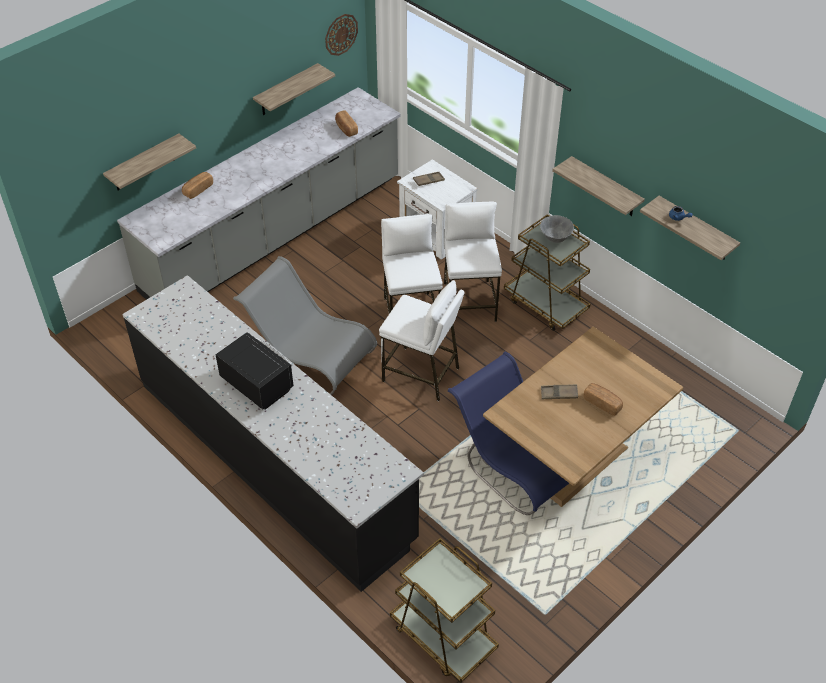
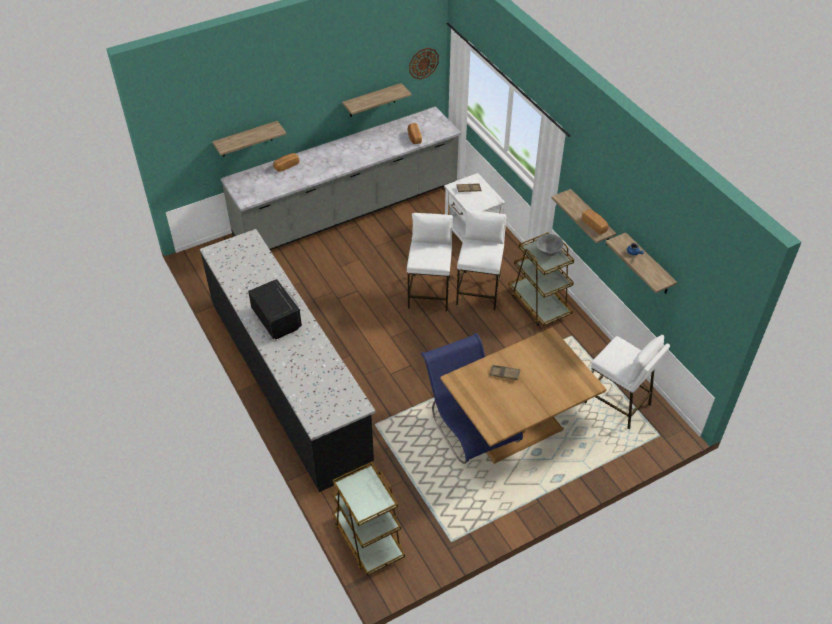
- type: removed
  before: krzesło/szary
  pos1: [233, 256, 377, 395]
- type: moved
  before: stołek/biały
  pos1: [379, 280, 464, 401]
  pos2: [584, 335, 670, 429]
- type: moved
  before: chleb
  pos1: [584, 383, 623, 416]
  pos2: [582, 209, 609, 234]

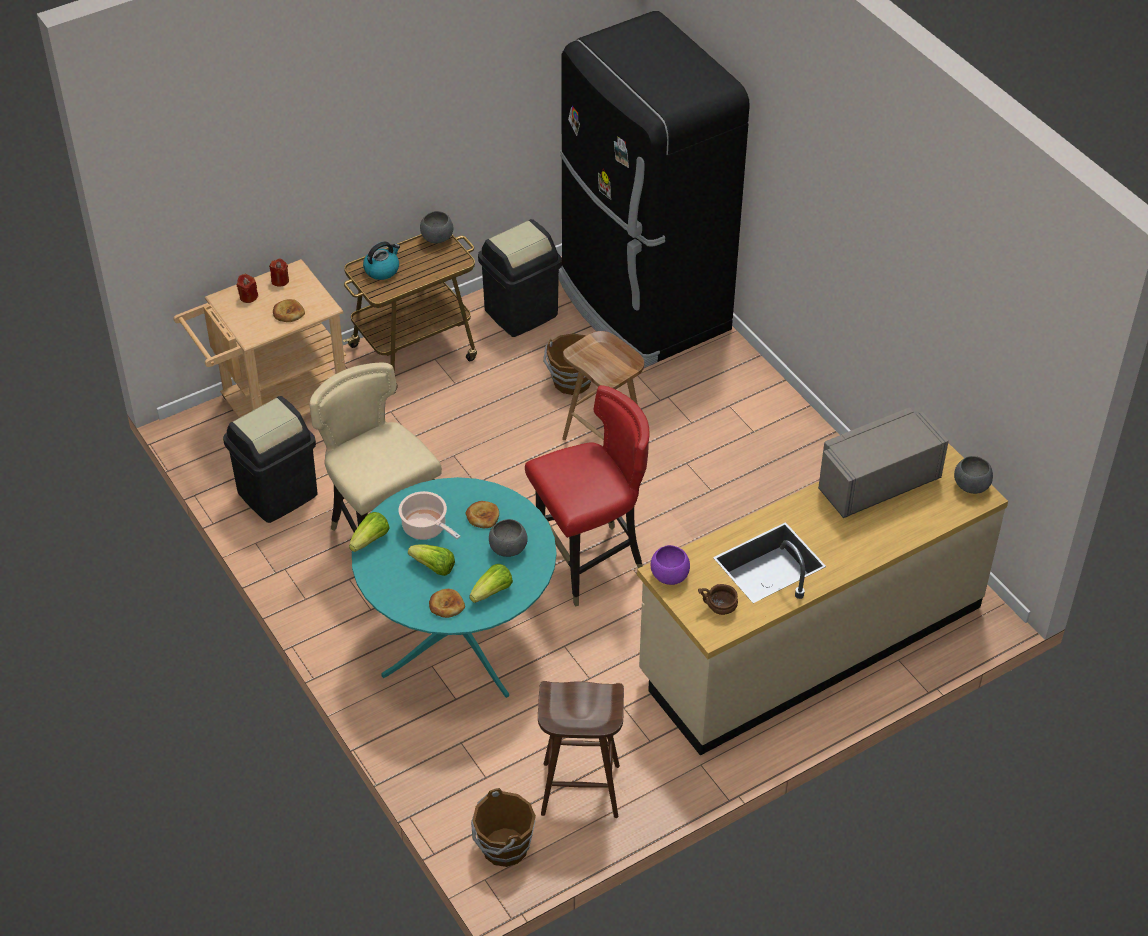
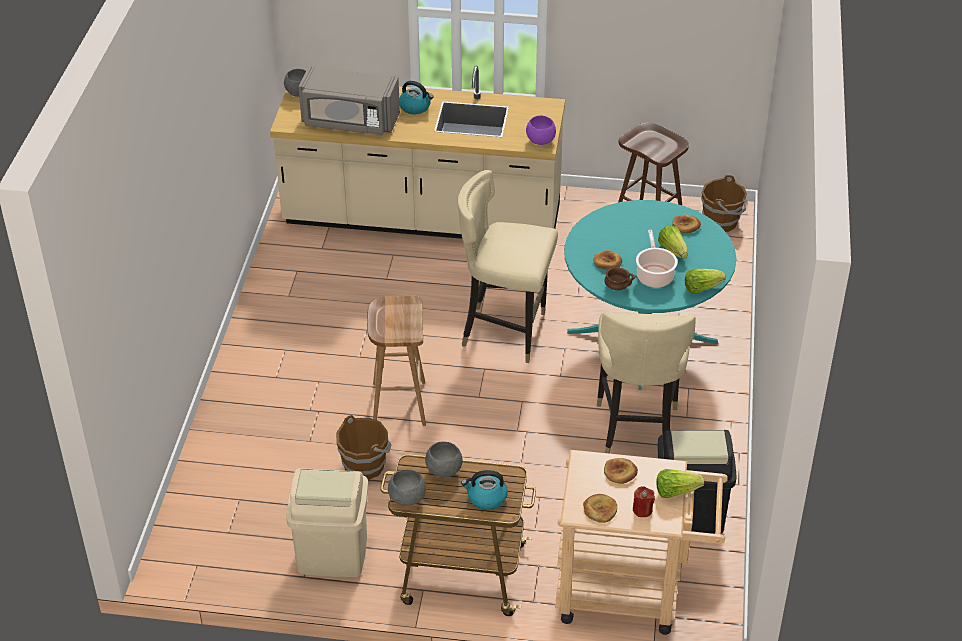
- type: replaced
  before: świeca/czerwony
  after: chleb
  pos1: [269, 259, 289, 287]
  pos2: [583, 494, 617, 523]
- type: moved
  before: sałata
  pos1: [469, 564, 513, 603]
  pos2: [656, 469, 704, 498]
- type: recoloured
  before: kosz na śmieci/czarny
  after: kosz na śmieci/beżowy
  pos1: [478, 219, 562, 337]
  pos2: [286, 468, 368, 577]
- type: moved
  before: miska/szary
  pos1: [489, 519, 528, 557]
  pos2: [425, 441, 462, 477]
- type: recoloured
  before: krzesło/czerwony
  after: krzesło/beżowy
  pos1: [525, 385, 649, 607]
  pos2: [457, 170, 558, 363]
- type: removed
  before: lodówka/czarny
  pos1: [559, 11, 750, 368]
- type: moved
  before: miska/brązowy
  pos1: [698, 584, 738, 615]
  pos2: [604, 267, 636, 290]
- type: added
  after: czajnik
  pos2: [399, 81, 434, 114]

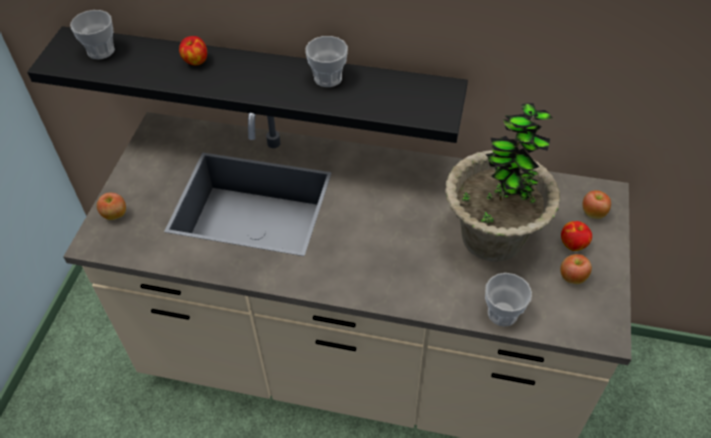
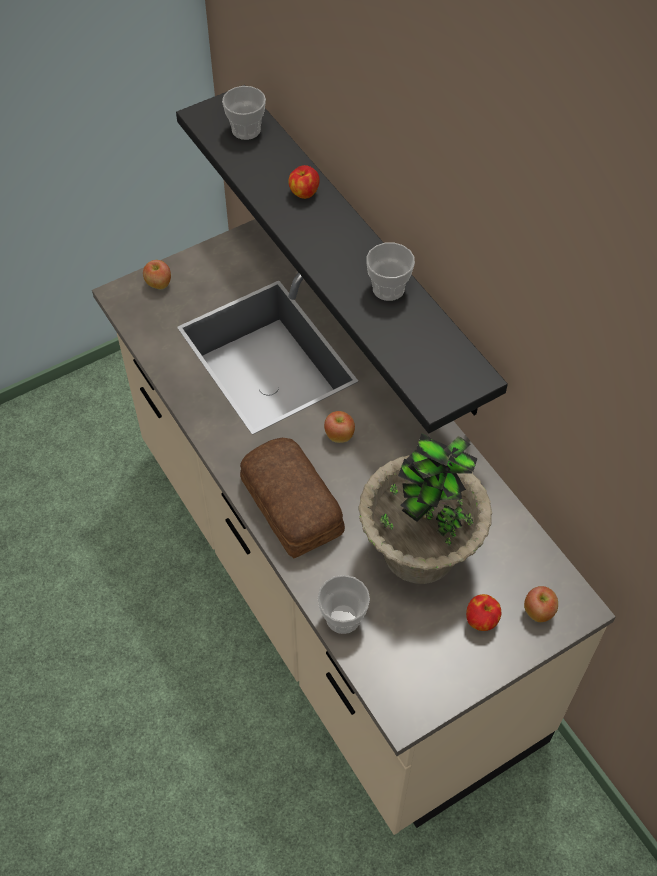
- type: moved
  before: jabłko
  pos1: [560, 254, 592, 284]
  pos2: [324, 411, 355, 443]
- type: added
  after: chleb
  pos2: [240, 438, 345, 558]

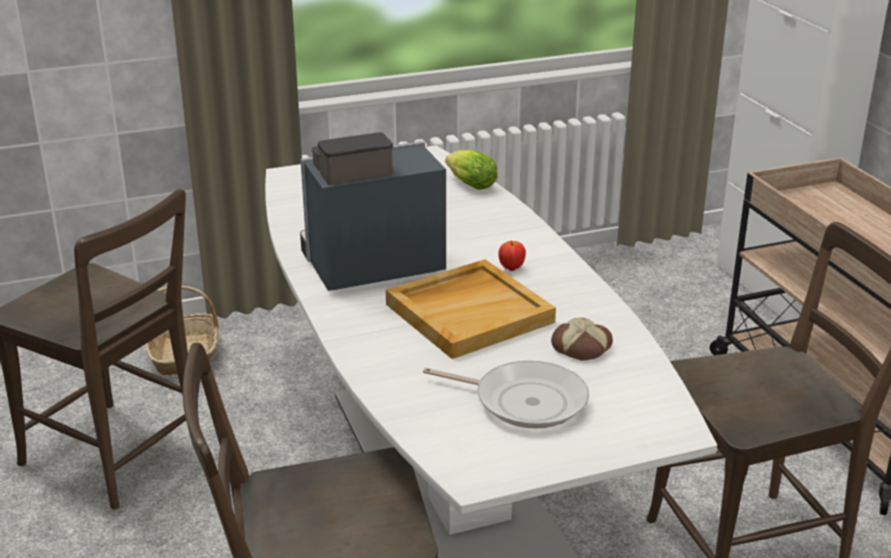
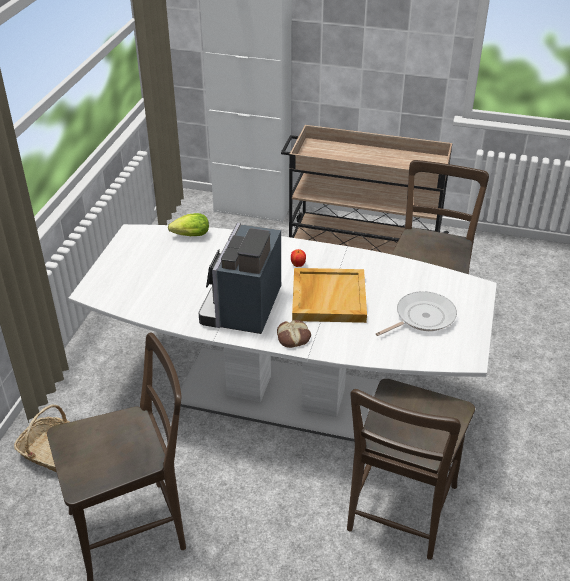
- type: moved
  before: chleb
  pos1: [551, 318, 613, 361]
  pos2: [277, 320, 311, 348]

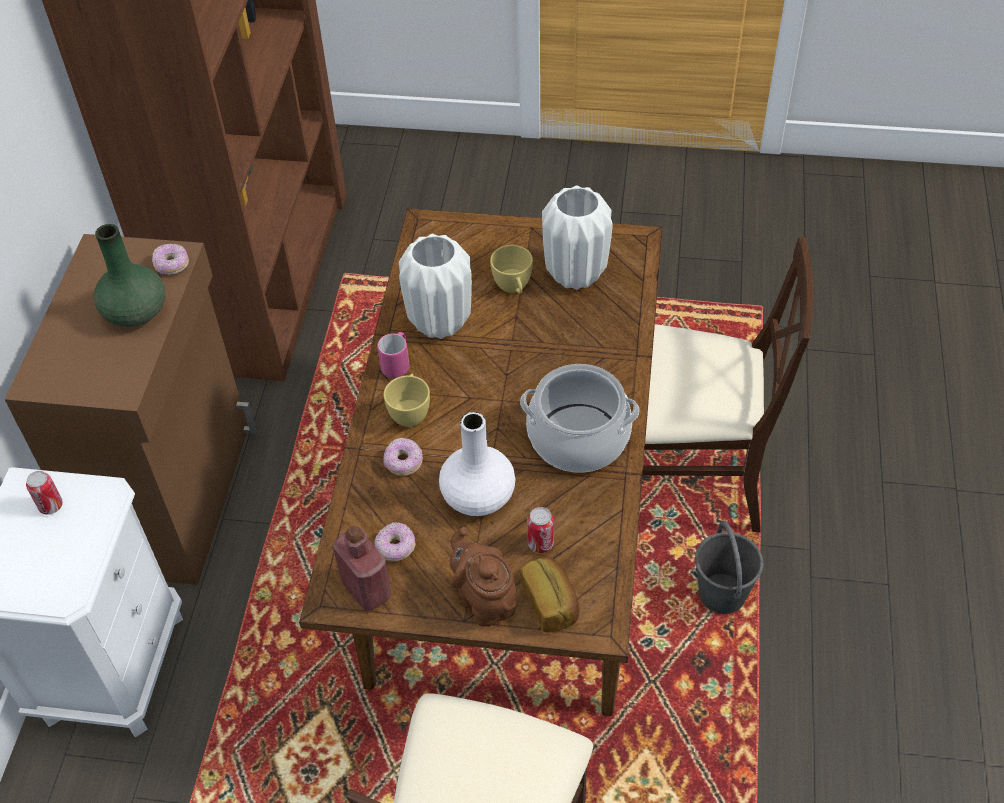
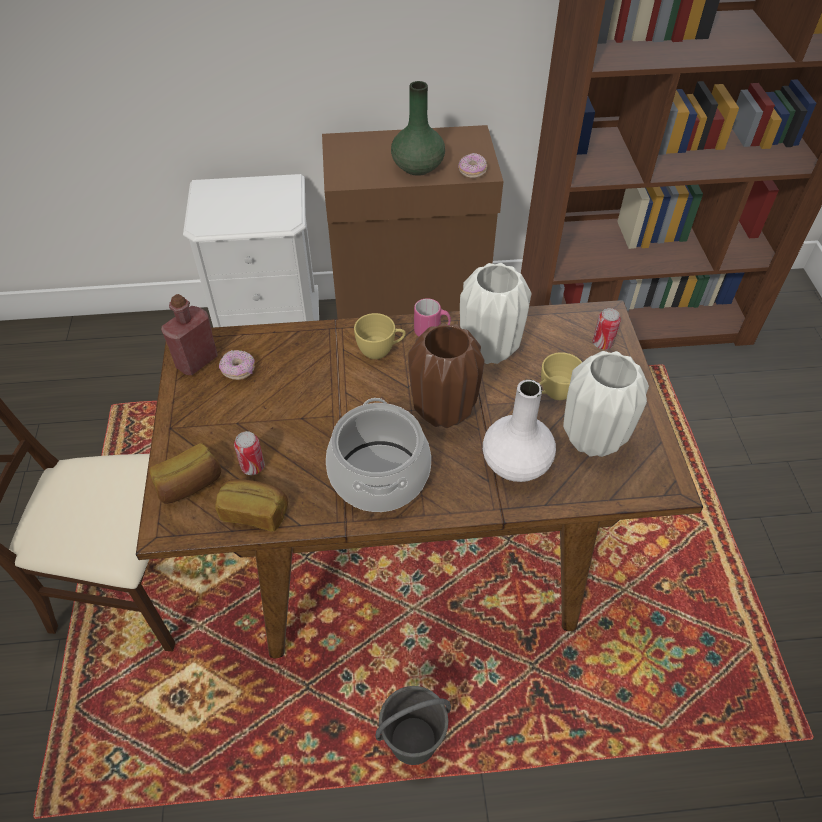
- type: moved
  before: puszka
  pos1: [26, 471, 63, 515]
  pos2: [593, 308, 621, 349]
- type: removed
  before: donut
  pos1: [383, 438, 423, 476]
- type: moved
  before: wazon/biały
  pos1: [439, 412, 515, 516]
  pos2: [483, 379, 556, 482]
- type: removed
  before: imbryk/brązowy
  pos1: [450, 527, 516, 627]
- type: removed
  before: krzesło/beżowy
  pos1: [643, 236, 814, 532]
- type: added
  after: chleb
  pos2: [215, 479, 288, 532]
- type: added
  after: wazon/brązowy
  pos2: [408, 323, 485, 428]

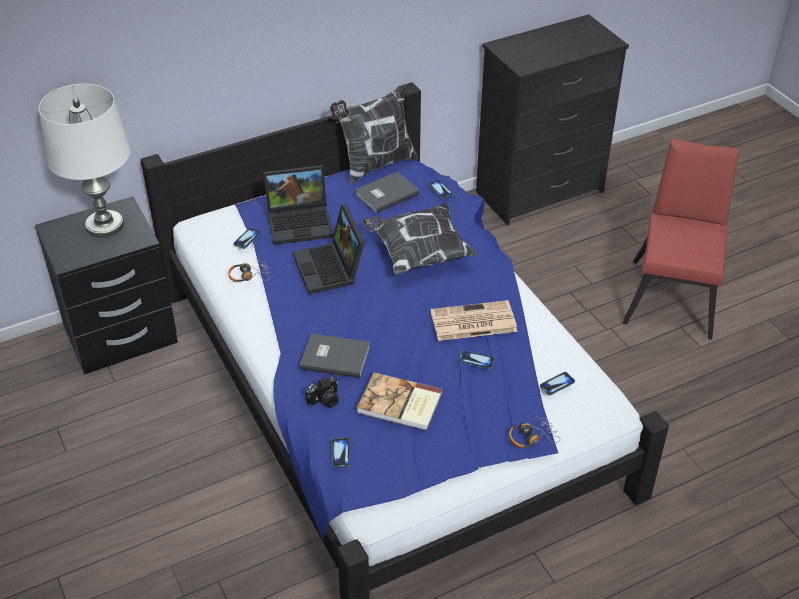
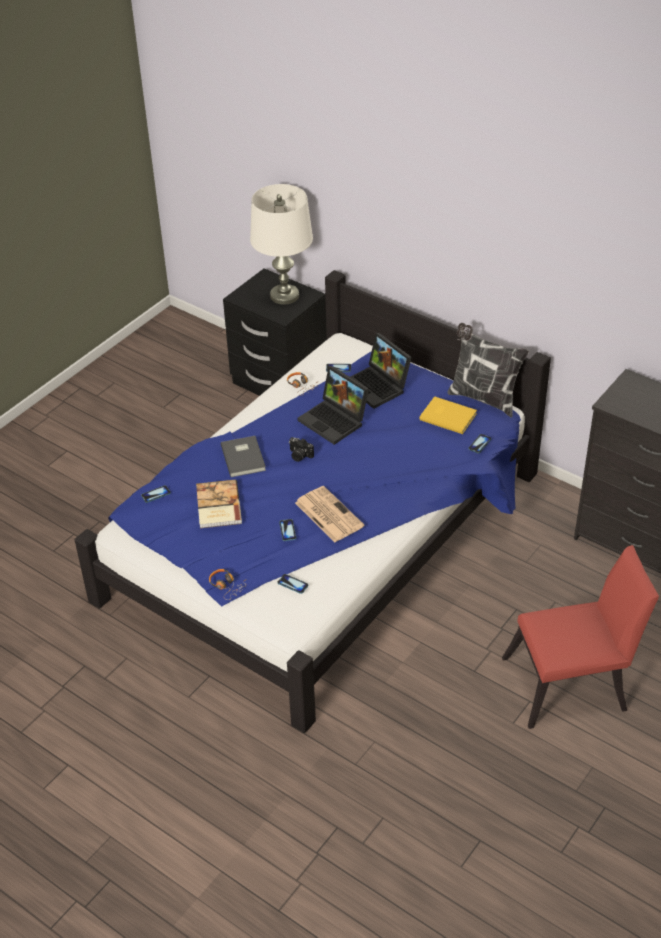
- type: turned
  before: laptop
  pos1: [293, 205, 365, 294]
  pos2: [298, 366, 369, 445]
  turn: -90
- type: moved
  before: aparat fotograficzny
  pos1: [305, 377, 339, 408]
  pos2: [289, 437, 314, 462]
- type: recoloured
  before: książka/szary
  after: książka/żółty
  pos1: [355, 172, 420, 213]
  pos2: [419, 396, 477, 434]
- type: removed
  before: poduszka
  pos1: [362, 203, 479, 275]

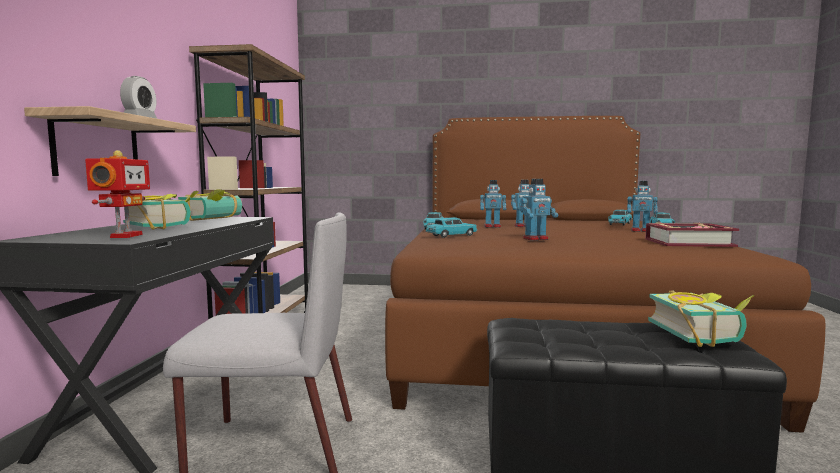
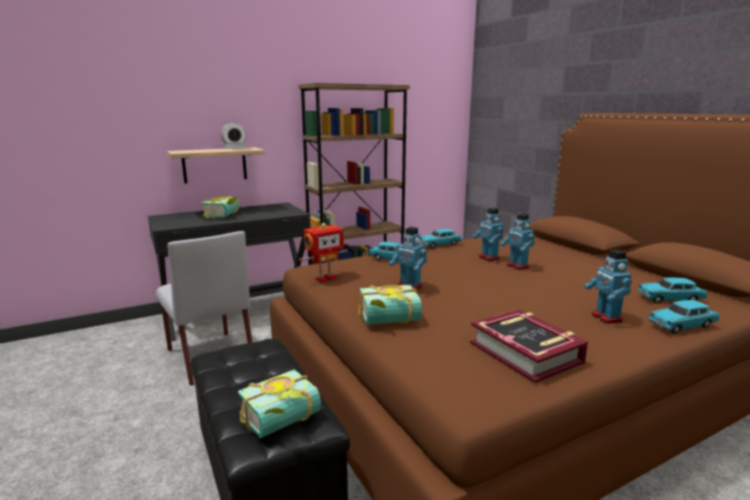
- type: moved
  before: robot zabawkowy
  pos1: [85, 150, 150, 238]
  pos2: [299, 223, 348, 283]
- type: moved
  before: książka
  pos1: [178, 189, 242, 221]
  pos2: [358, 285, 422, 325]

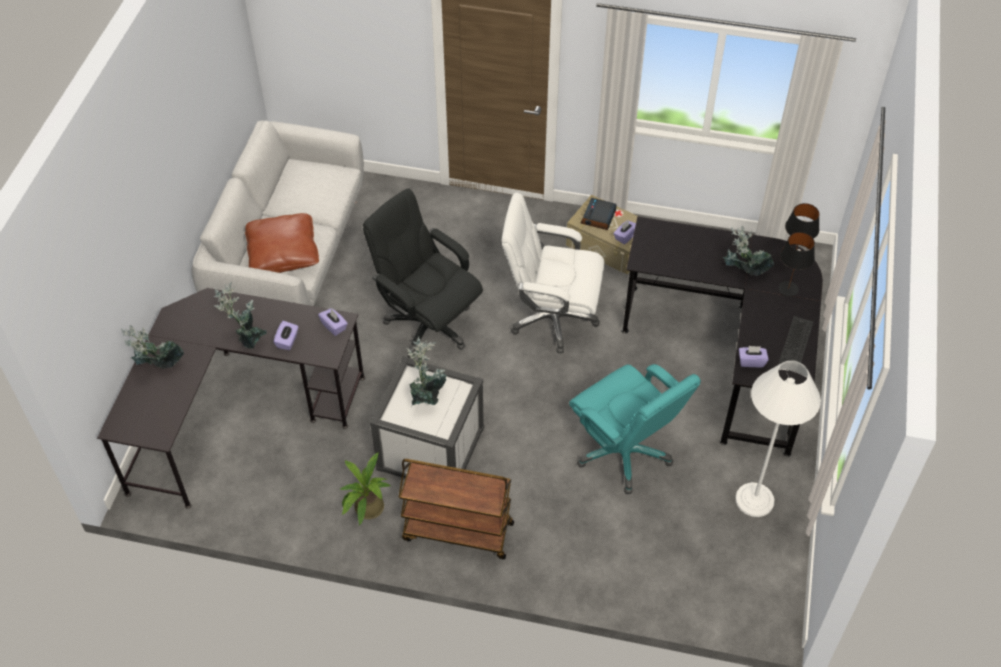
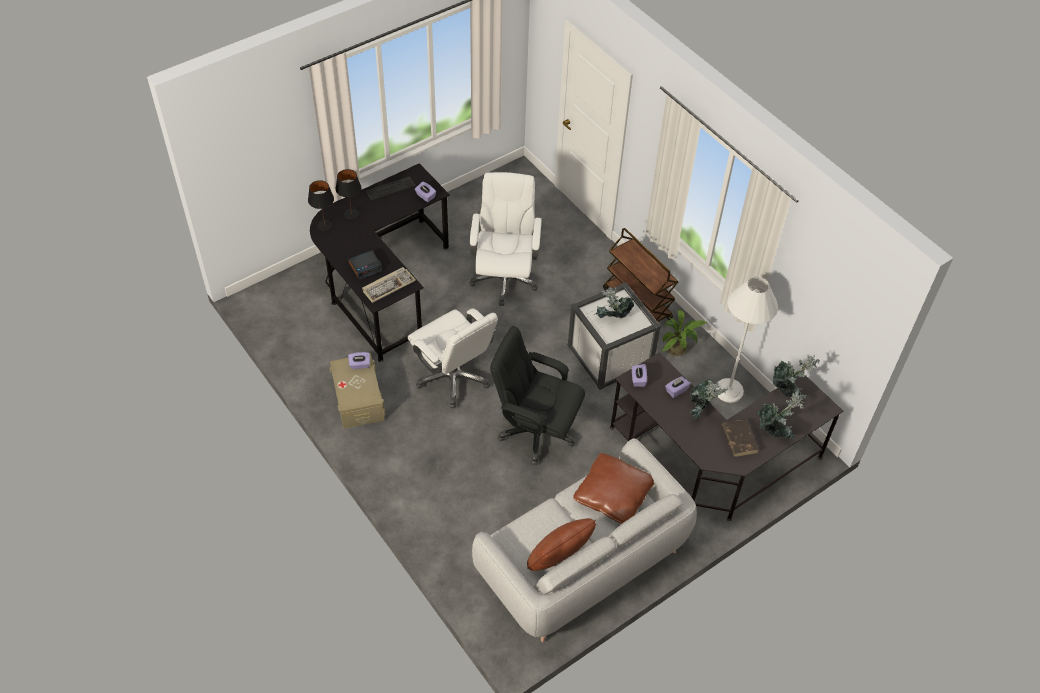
- type: turned
  before: krzesło biurowe/czarny
  pos1: [363, 188, 483, 359]
  pos2: [490, 326, 585, 465]
  turn: 120
- type: recoloured
  before: krzesło biurowe/turkusowy
  after: krzesło biurowe/biały
  pos1: [569, 364, 701, 494]
  pos2: [469, 172, 542, 306]
- type: moved
  before: budzik
  pos1: [581, 198, 617, 230]
  pos2: [348, 250, 383, 280]
- type: moved
  before: roślina doniczkowa
  pos1: [723, 226, 774, 276]
  pos2: [773, 355, 820, 401]
- type: moved
  before: lampa stojąca/biały
  pos1: [735, 360, 821, 517]
  pos2: [715, 277, 778, 403]
- type: added
  after: klawiatura
  pos2: [362, 267, 416, 303]
- type: added
  after: poduszka/brązowy
  pos2: [527, 518, 596, 571]
- type: added
  after: książka/brązowy
  pos2: [721, 419, 759, 457]

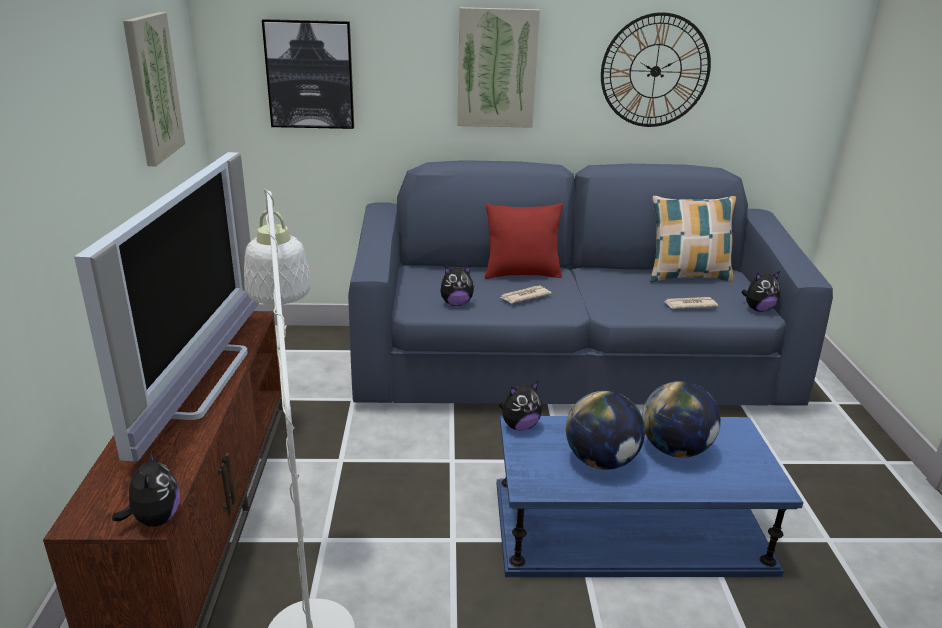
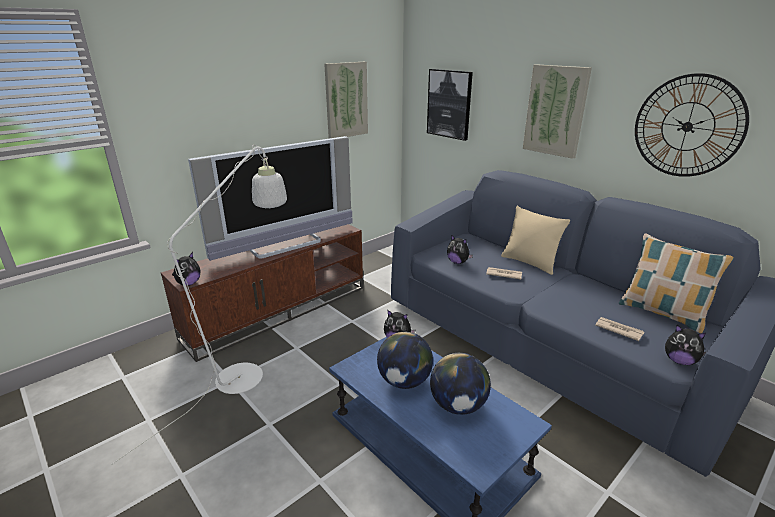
- type: recoloured
  before: poduszka/czerwony
  after: poduszka/beżowy
  pos1: [485, 203, 563, 279]
  pos2: [501, 206, 570, 275]

